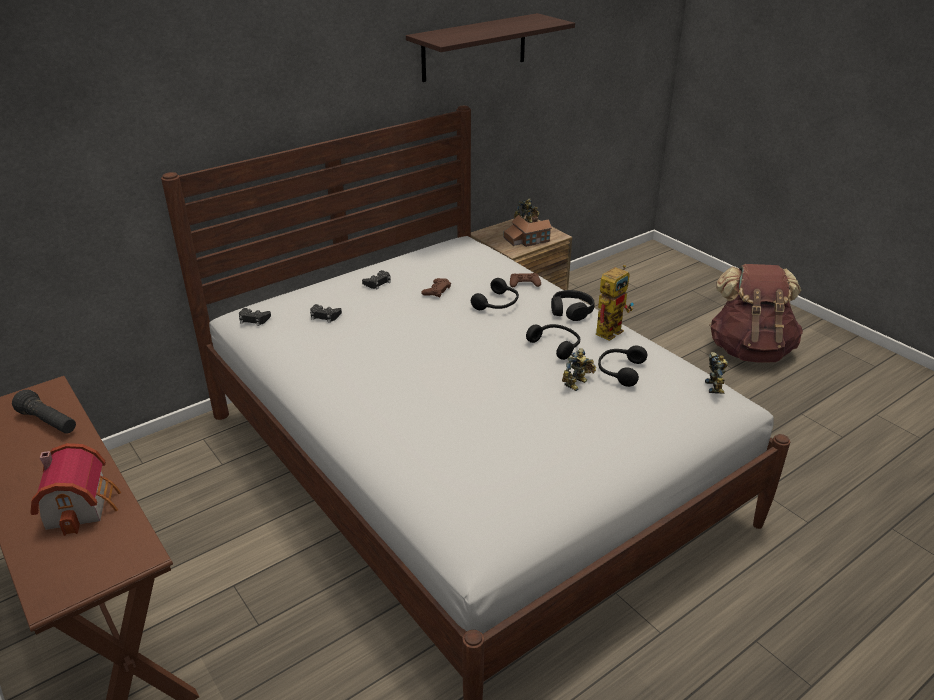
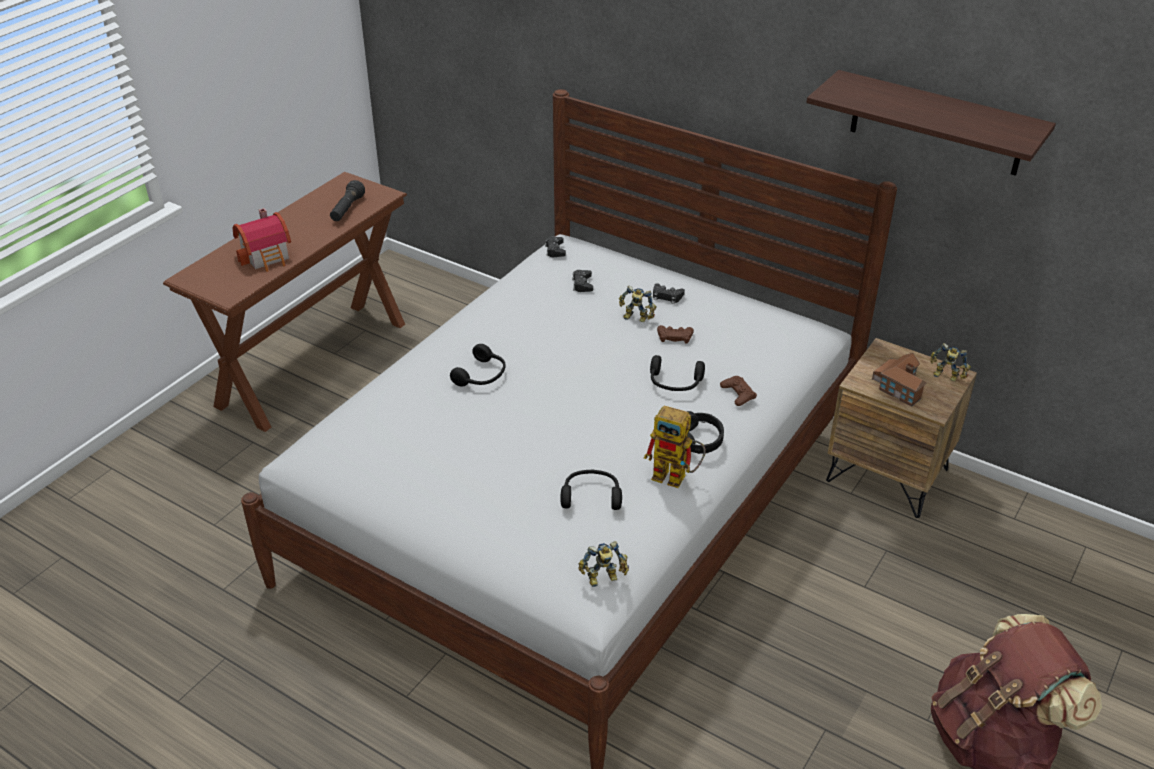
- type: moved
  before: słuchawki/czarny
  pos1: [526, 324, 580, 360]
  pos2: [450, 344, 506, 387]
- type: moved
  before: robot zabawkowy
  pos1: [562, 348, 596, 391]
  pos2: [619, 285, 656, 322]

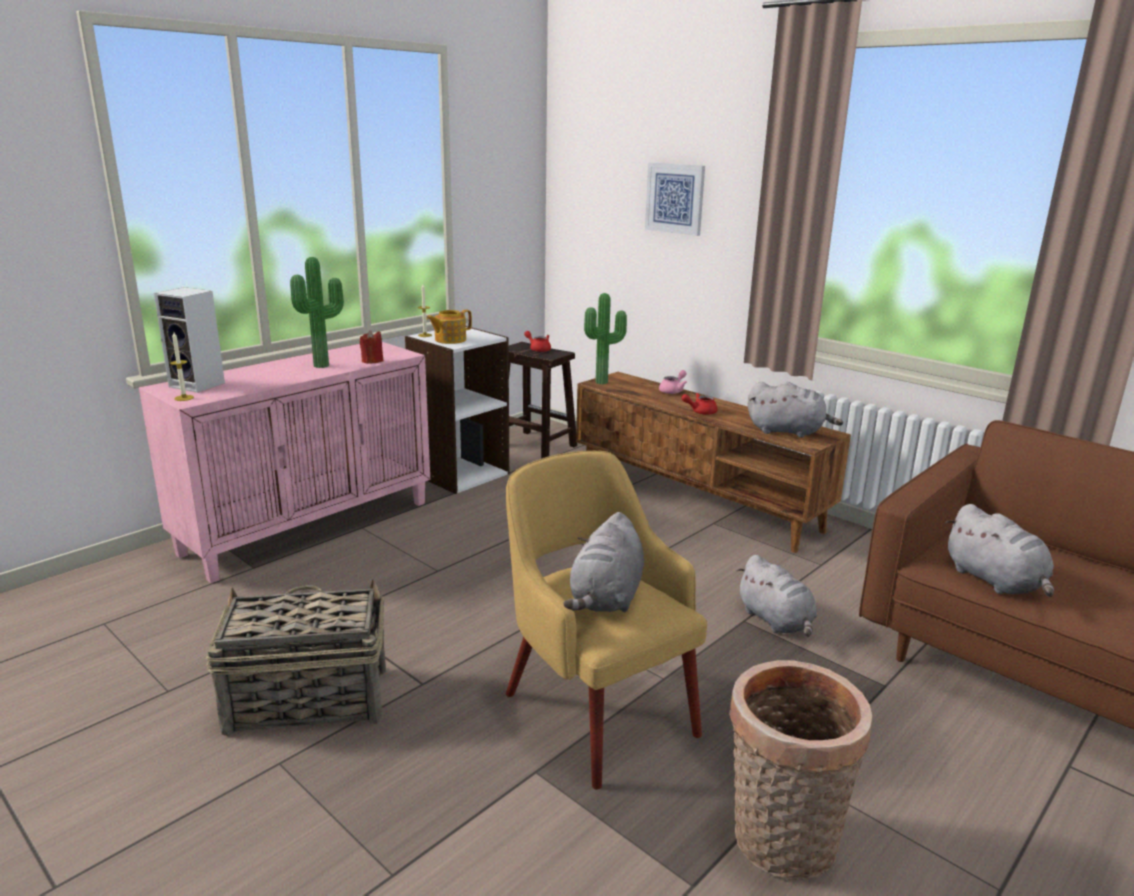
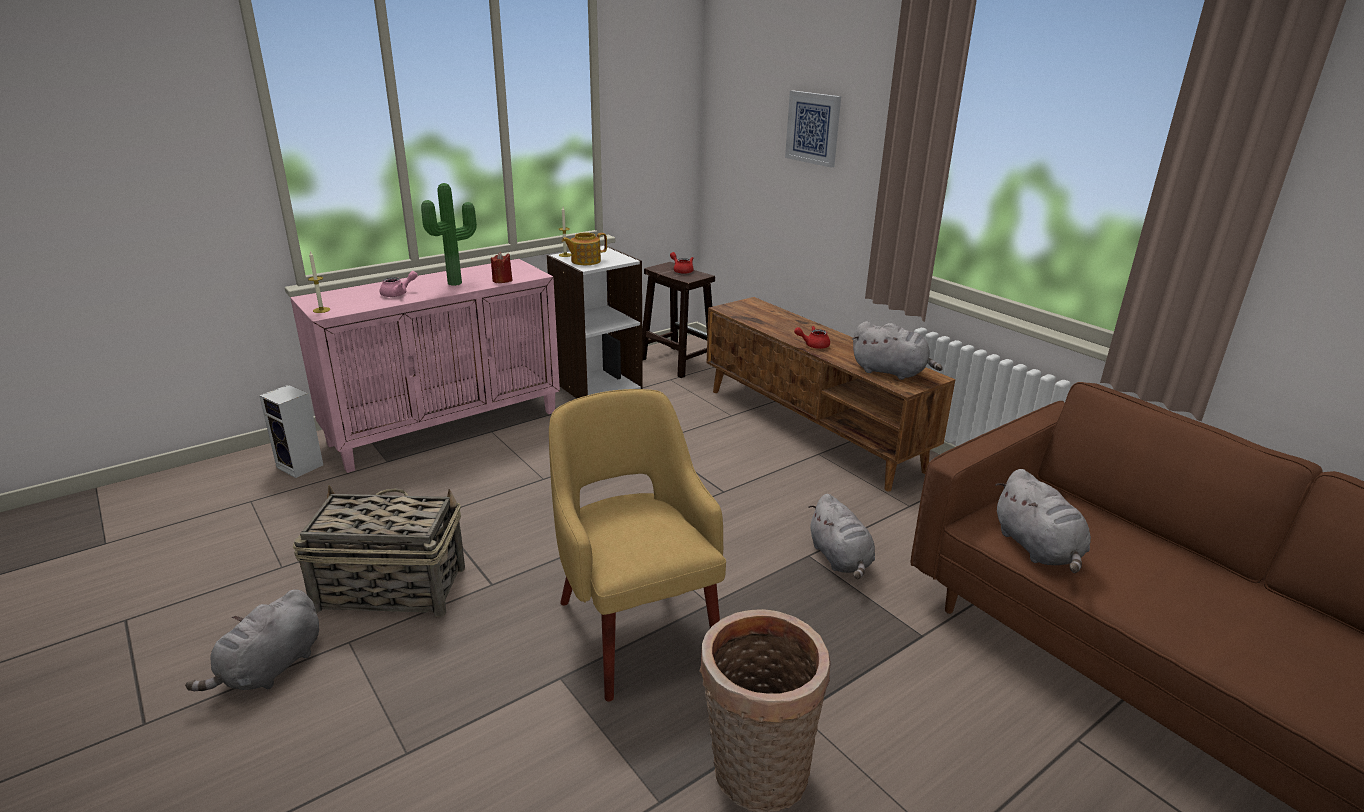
- type: moved
  before: głośnik
  pos1: [154, 287, 225, 393]
  pos2: [259, 385, 324, 478]
- type: moved
  before: pluszak/szary
  pos1: [563, 512, 644, 613]
  pos2: [185, 589, 319, 691]
- type: removed
  before: roślina doniczkowa
  pos1: [584, 293, 627, 384]
- type: moved
  before: imbryk/różowy
  pos1: [659, 370, 687, 394]
  pos2: [380, 271, 418, 297]

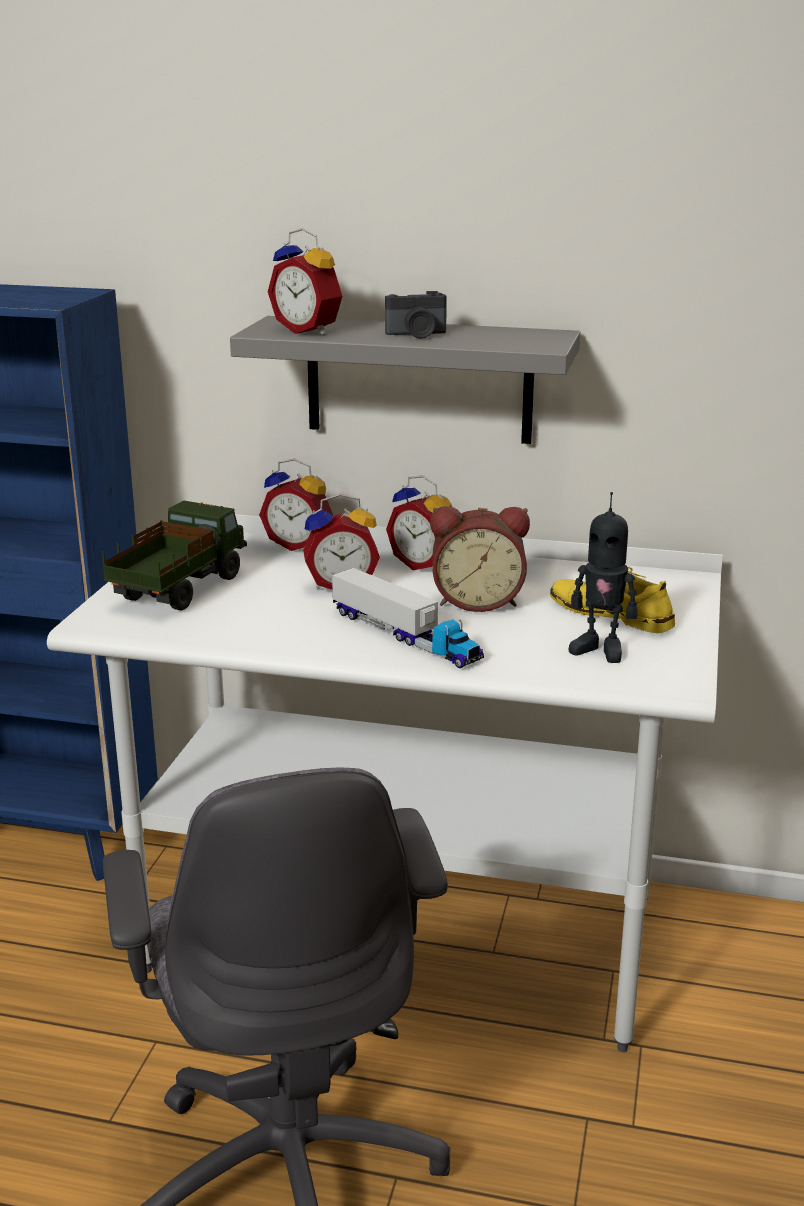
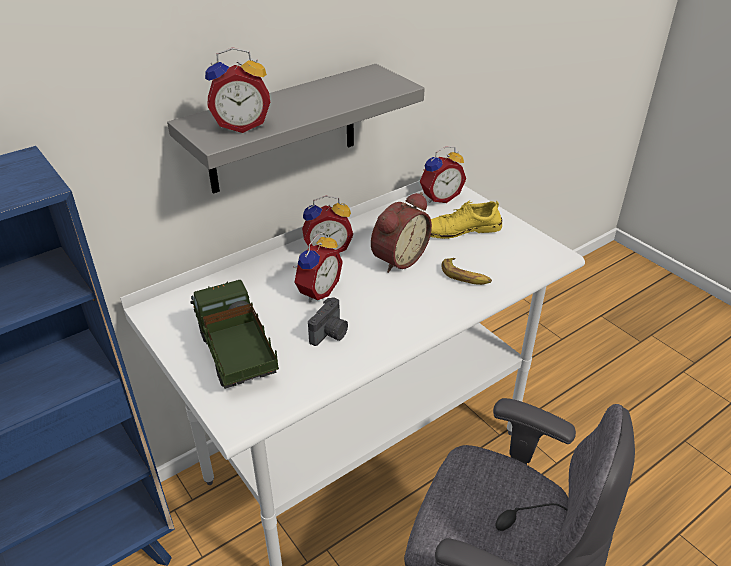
- type: moved
  before: budzik
  pos1: [259, 459, 333, 551]
  pos2: [420, 146, 466, 203]
- type: removed
  before: ciężarówka zabawkowa
  pos1: [332, 568, 484, 668]
- type: moved
  before: aparat fotograficzny
  pos1: [385, 291, 447, 339]
  pos2: [308, 297, 348, 346]
- type: removed
  before: robot zabawkowy
  pos1: [569, 492, 637, 663]
- type: added
  after: banan
  pos2: [442, 258, 492, 285]

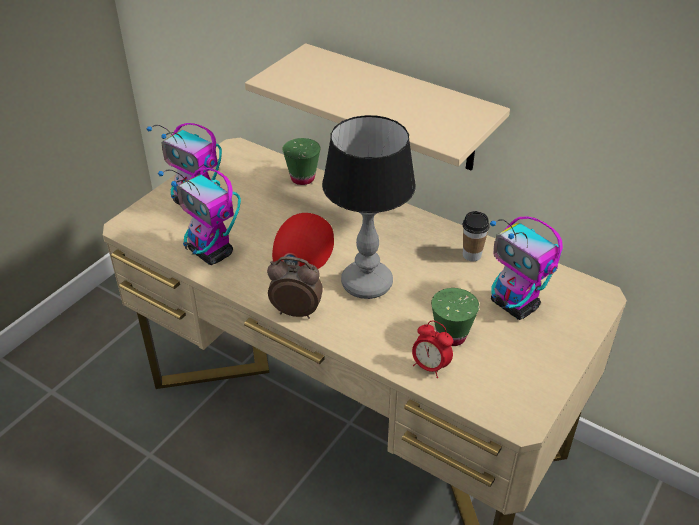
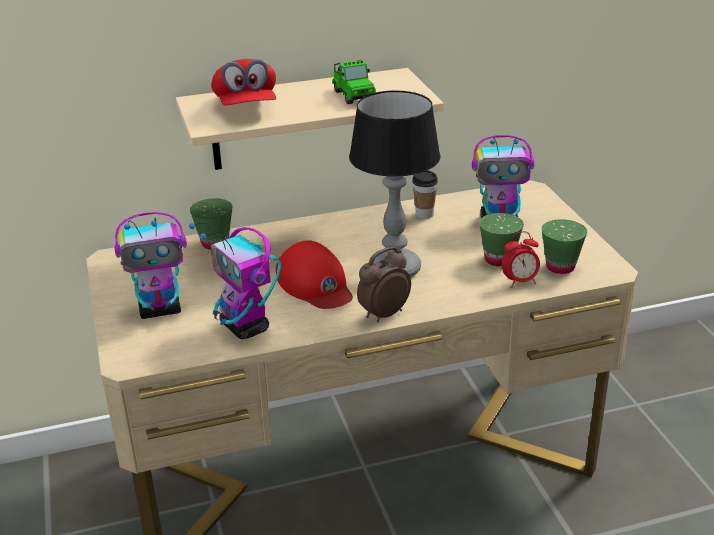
- type: turned
  before: robot zabawkowy
  pos1: [158, 168, 241, 265]
  pos2: [189, 222, 281, 339]
  turn: 60
- type: added
  after: czapka z daszkiem/czerwony
  pos2: [211, 59, 276, 105]
- type: added
  after: samochodzik
  pos2: [332, 60, 376, 104]
- type: added
  after: filiżanka/zielony
  pos2: [542, 219, 587, 274]

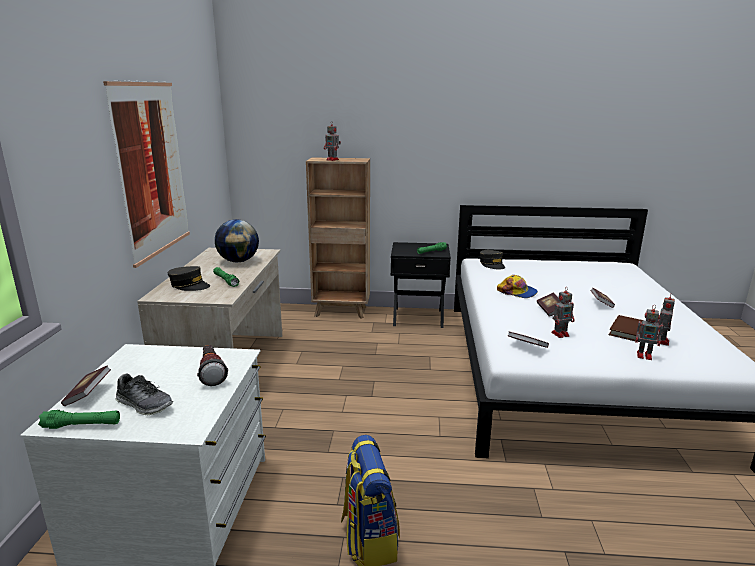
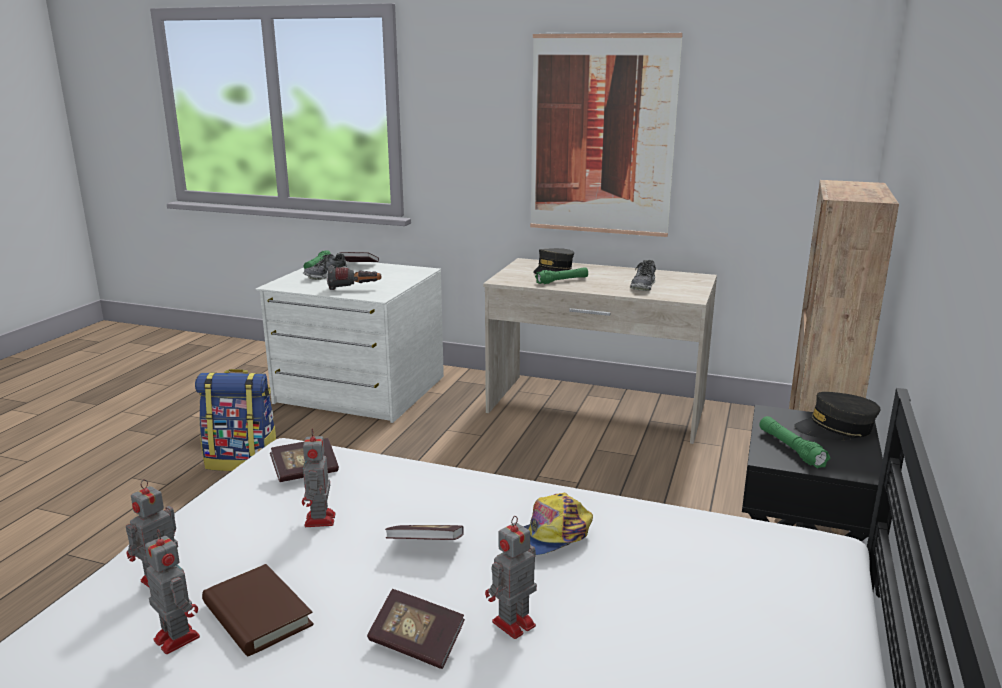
- type: replaced
  before: globus
  after: but
  pos1: [215, 219, 259, 262]
  pos2: [630, 260, 656, 291]
- type: moved
  before: robot zabawkowy
  pos1: [324, 121, 341, 161]
  pos2: [485, 516, 537, 639]
- type: moved
  before: czapka z daszkiem/szary
  pos1: [480, 250, 505, 270]
  pos2: [794, 392, 880, 440]

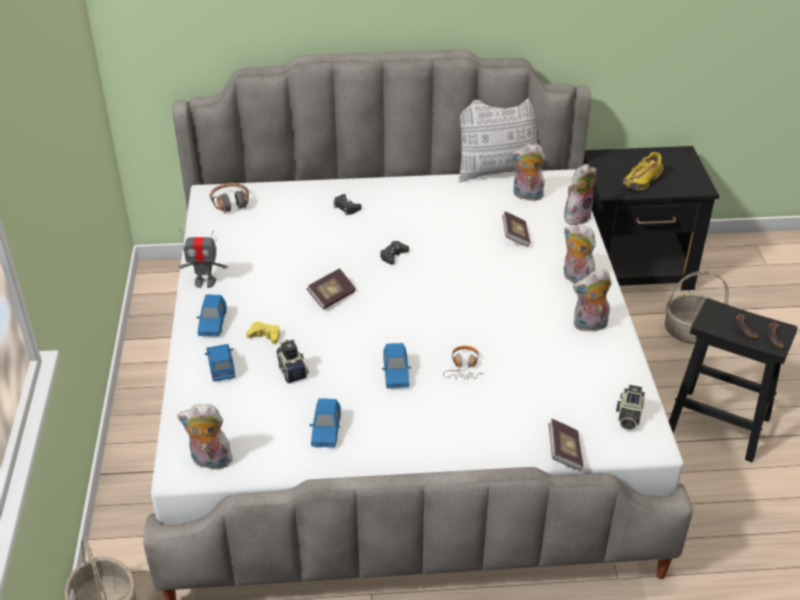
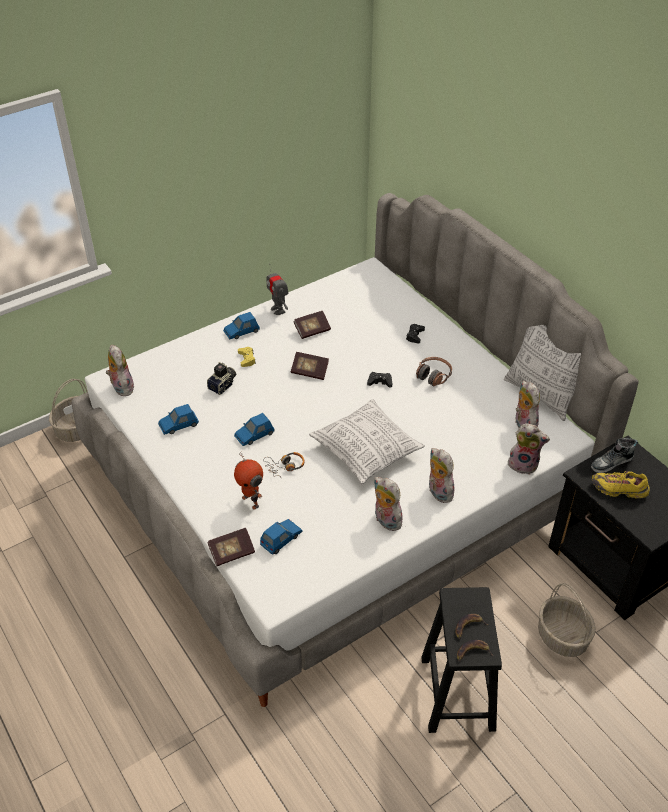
- type: moved
  before: samochodzik/niebieski
  pos1: [205, 344, 236, 381]
  pos2: [260, 519, 303, 554]
- type: moved
  before: słuchawki
  pos1: [210, 183, 249, 213]
  pos2: [416, 357, 452, 386]
- type: moved
  before: książka
  pos1: [502, 211, 530, 247]
  pos2: [293, 311, 331, 339]
- type: turned
  before: pluszak
  pos1: [564, 224, 596, 284]
  pos2: [429, 448, 455, 503]
  turn: -45
- type: removed
  before: aparat fotograficzny
  pos1: [616, 385, 645, 430]
- type: added
  after: robot zabawkowy
  pos2: [234, 451, 263, 510]
- type: added
  after: poduszka
  pos2: [309, 399, 425, 485]
- type: added
  after: but
  pos2: [591, 438, 638, 473]

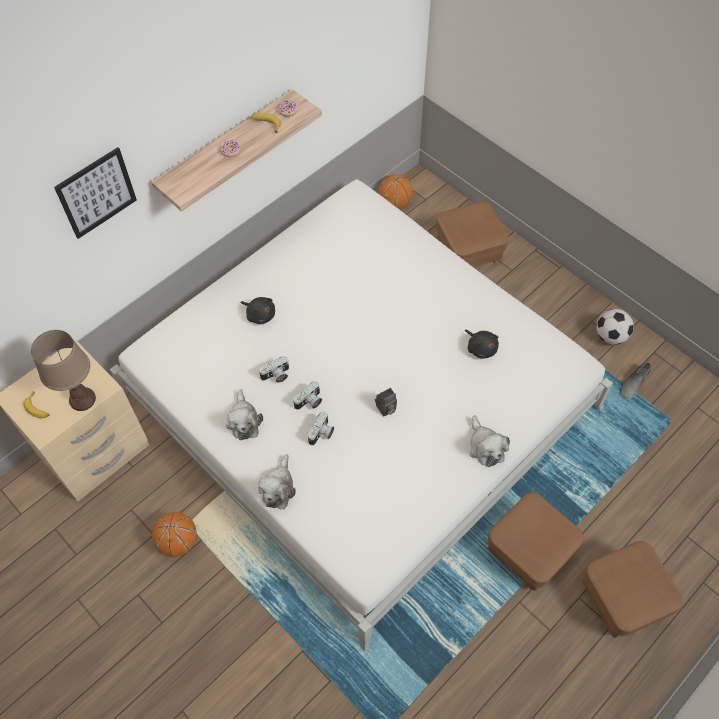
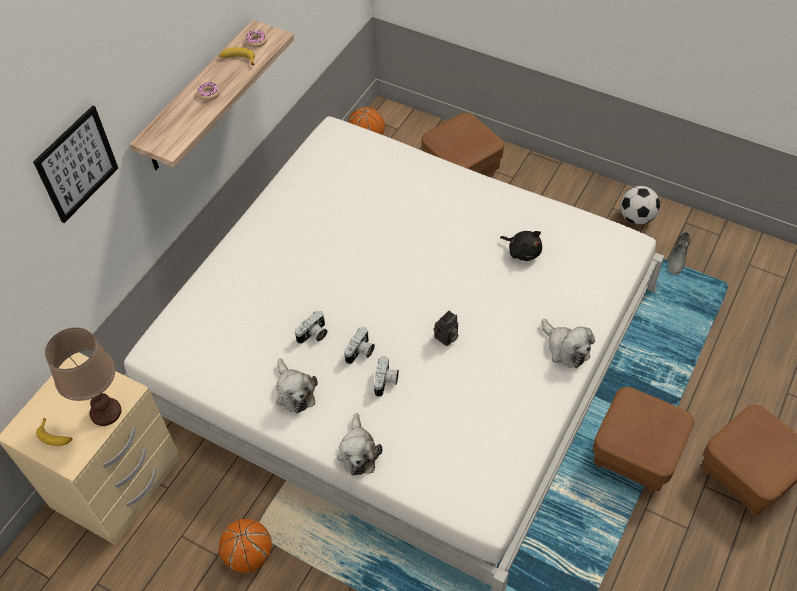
- type: removed
  before: pluszak/czarny
  pos1: [241, 297, 275, 324]

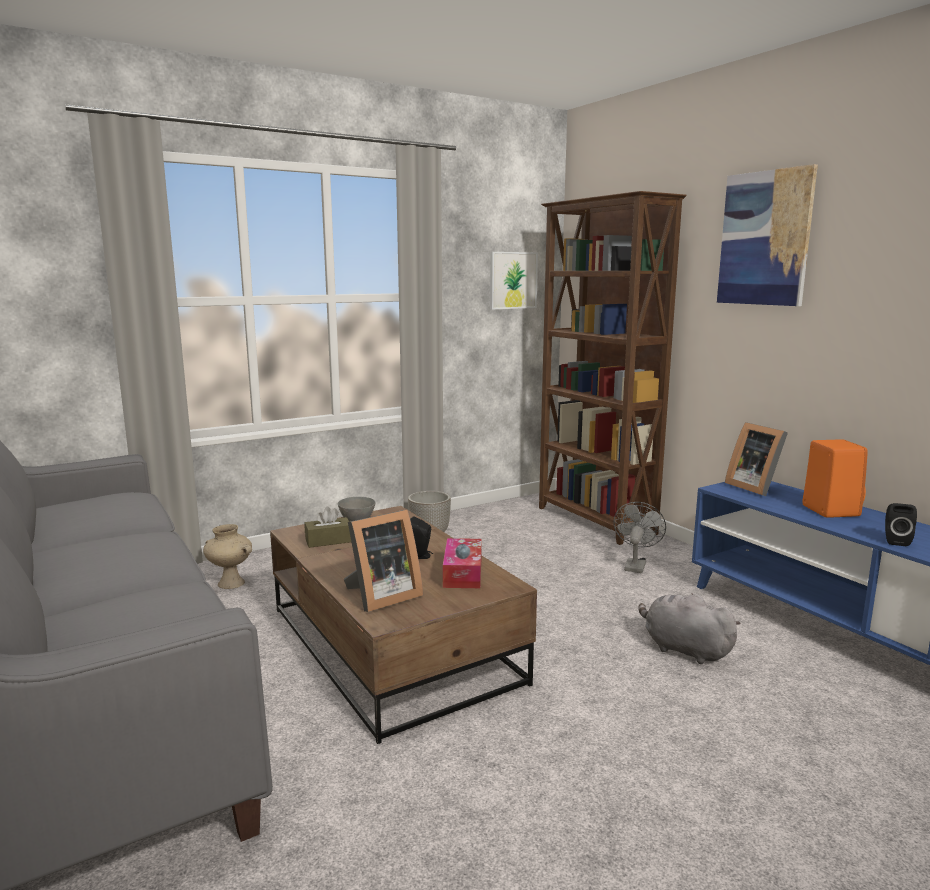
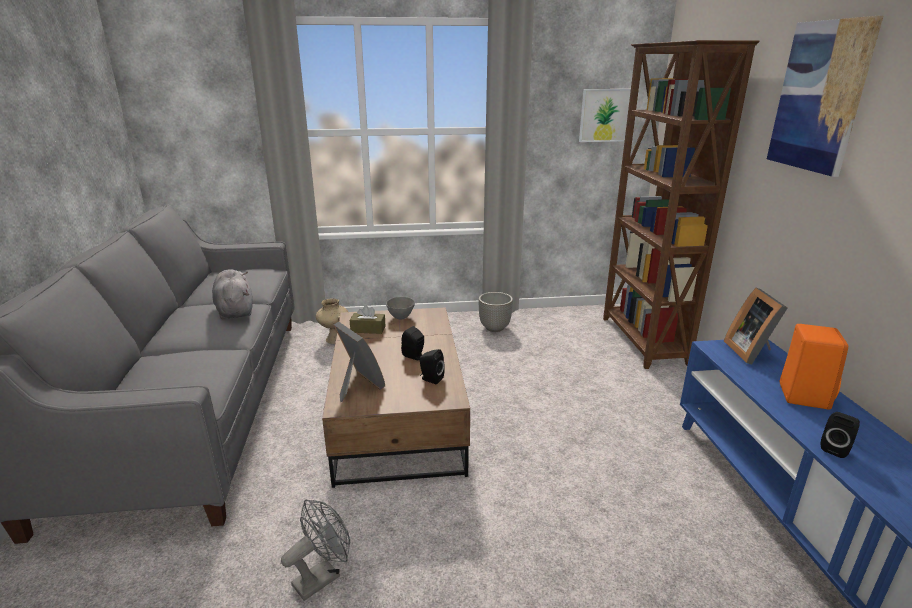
- type: turned
  before: ramka na zdjęcie
  pos1: [344, 510, 423, 612]
  pos2: [334, 321, 385, 402]
  turn: -120
- type: replaced
  before: pudełko chusteczek
  after: głośnik/czarny
  pos1: [443, 538, 482, 588]
  pos2: [420, 349, 445, 384]
- type: moved
  before: wentylator/szary
  pos1: [613, 502, 666, 573]
  pos2: [281, 499, 350, 601]
- type: moved
  before: pluszak/szary
  pos1: [638, 594, 741, 664]
  pos2: [212, 269, 253, 319]

